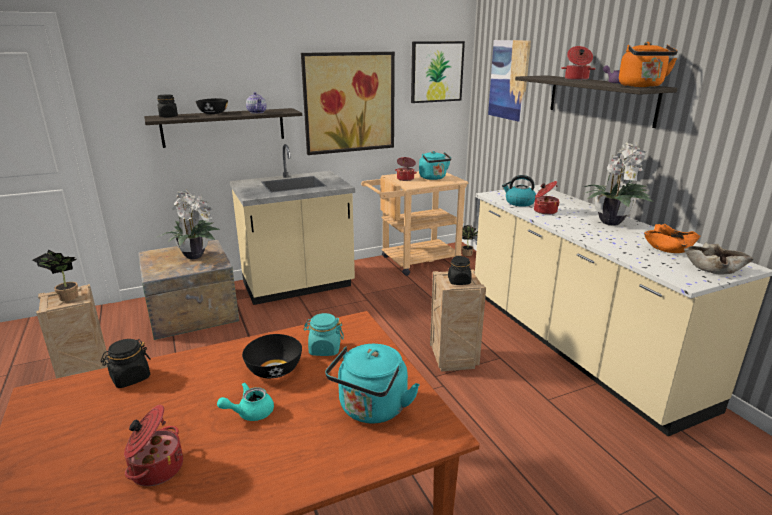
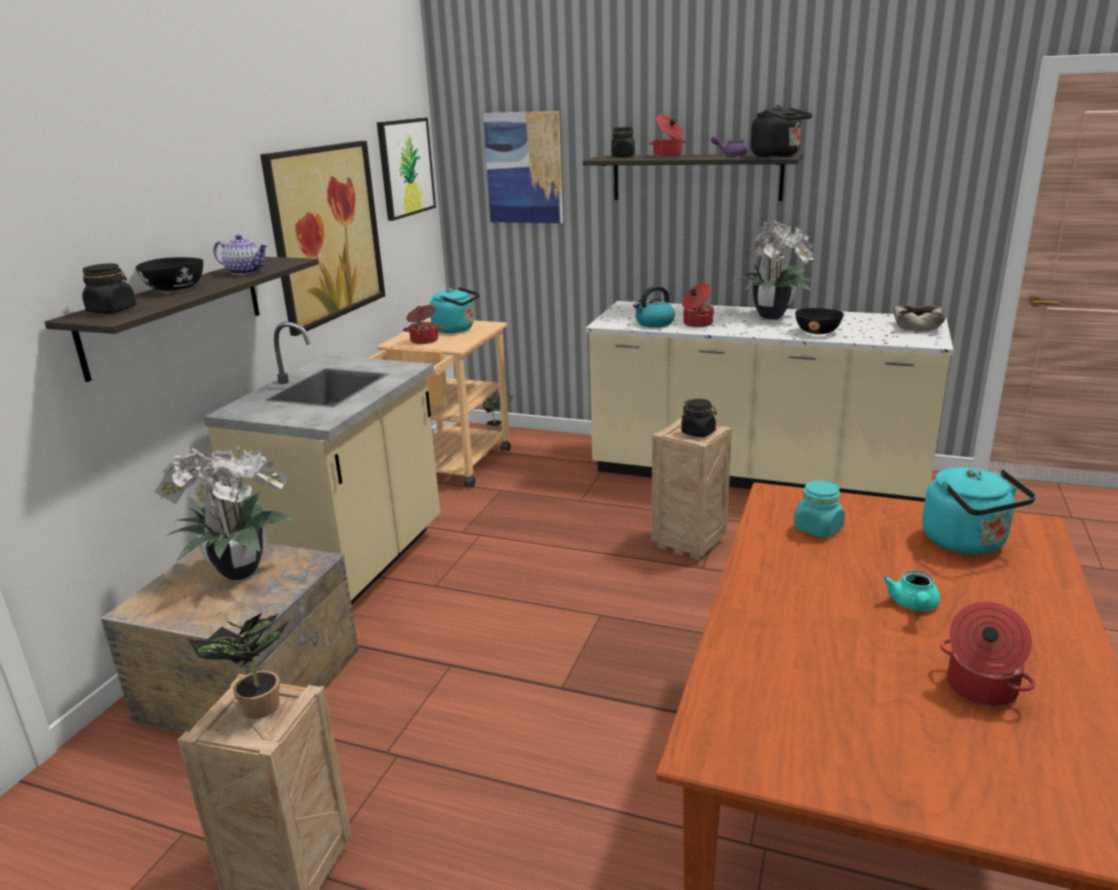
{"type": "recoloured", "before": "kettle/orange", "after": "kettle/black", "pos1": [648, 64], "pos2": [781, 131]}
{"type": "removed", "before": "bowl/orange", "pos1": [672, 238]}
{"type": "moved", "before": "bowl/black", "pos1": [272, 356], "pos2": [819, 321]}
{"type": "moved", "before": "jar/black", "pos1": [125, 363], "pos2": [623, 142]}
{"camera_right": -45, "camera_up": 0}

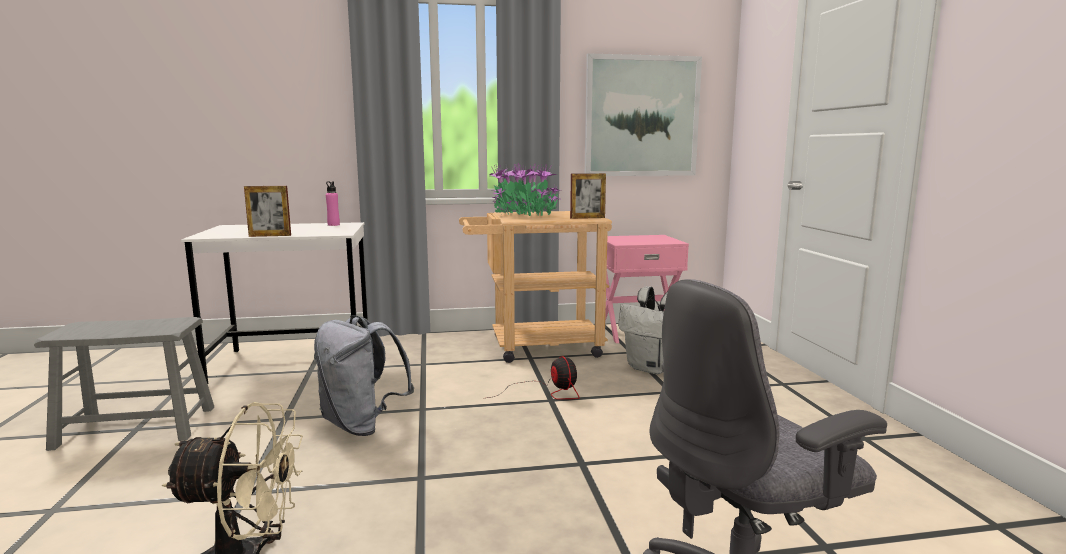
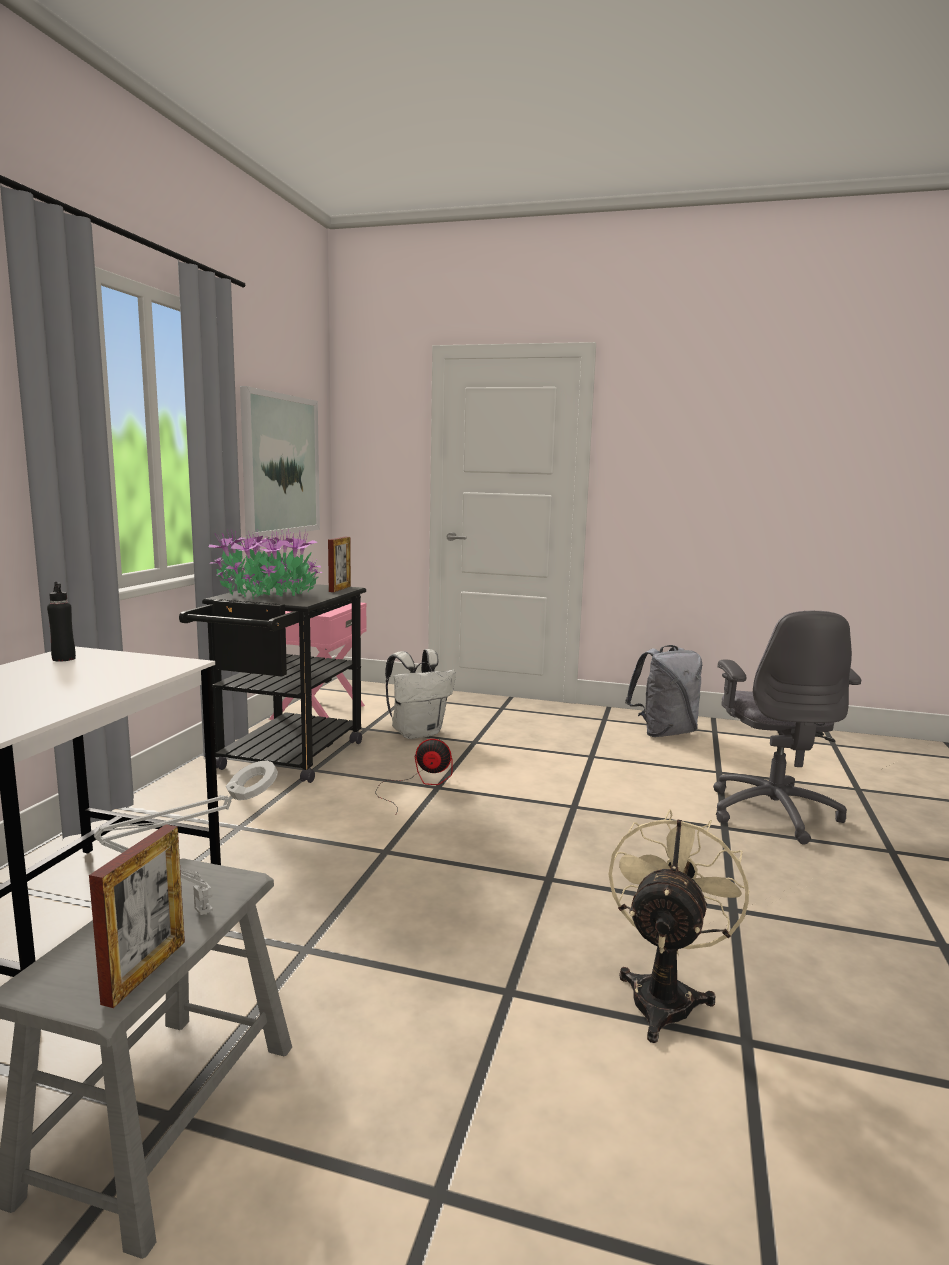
{"type": "recoloured", "before": "bottle/pink", "after": "bottle/black", "pos1": [333, 203], "pos2": [61, 622]}
{"type": "moved", "before": "picture frame", "pos1": [267, 211], "pos2": [137, 916]}
{"type": "recoloured", "before": "cart/beige", "after": "cart/black", "pos1": [535, 287], "pos2": [272, 682]}
{"type": "moved", "before": "backpack/grey", "pos1": [364, 375], "pos2": [663, 691]}
{"type": "added", "after": "table lamp/grey", "pos2": [186, 837]}
{"camera_right": -65, "camera_up": 0}

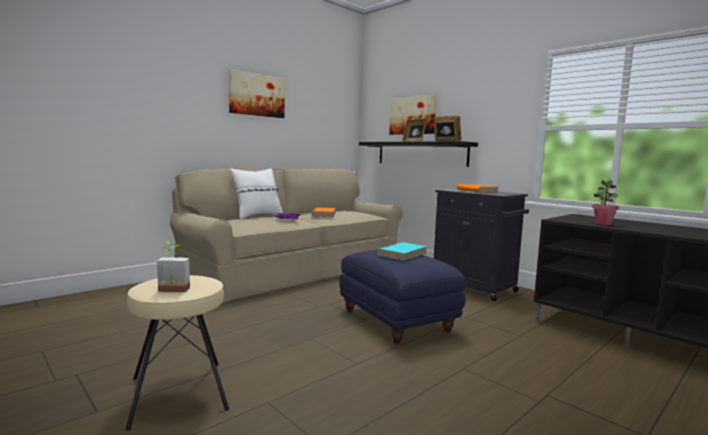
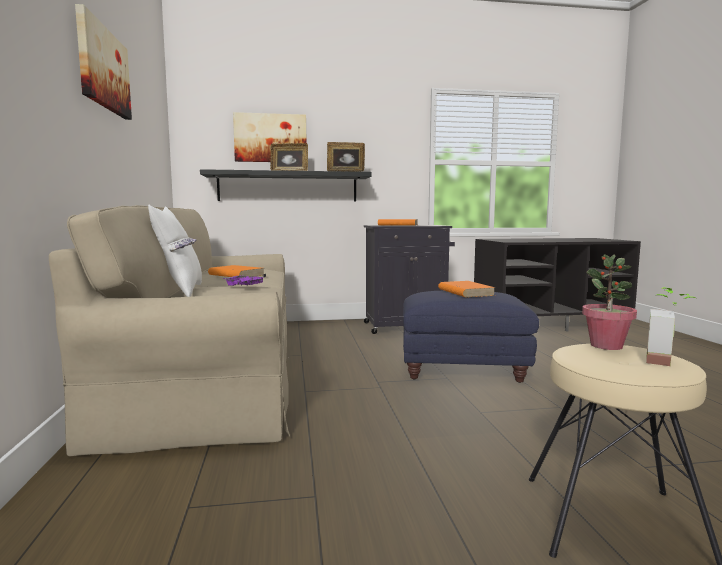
{"type": "moved", "before": "potted plant", "pos1": [605, 202], "pos2": [609, 302]}
{"type": "recoloured", "before": "book/turquoise", "after": "book/orange", "pos1": [402, 251], "pos2": [466, 289]}
{"camera_right": -55, "camera_up": 0}

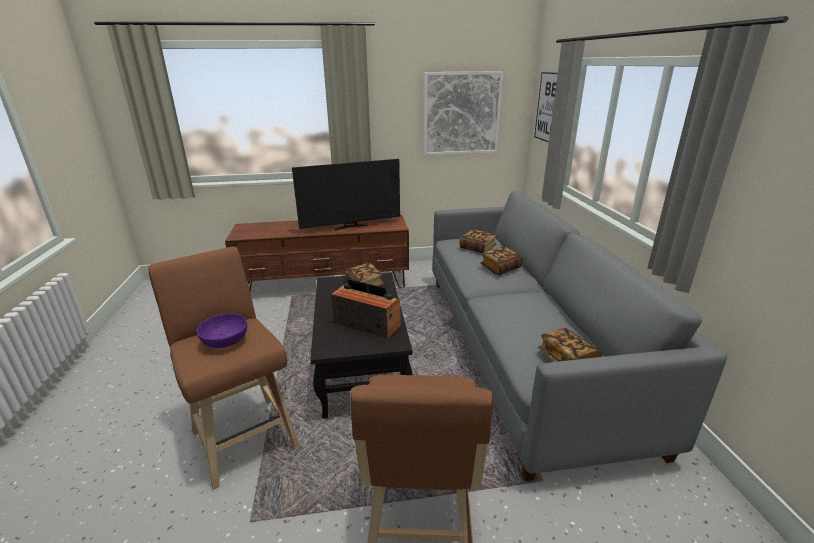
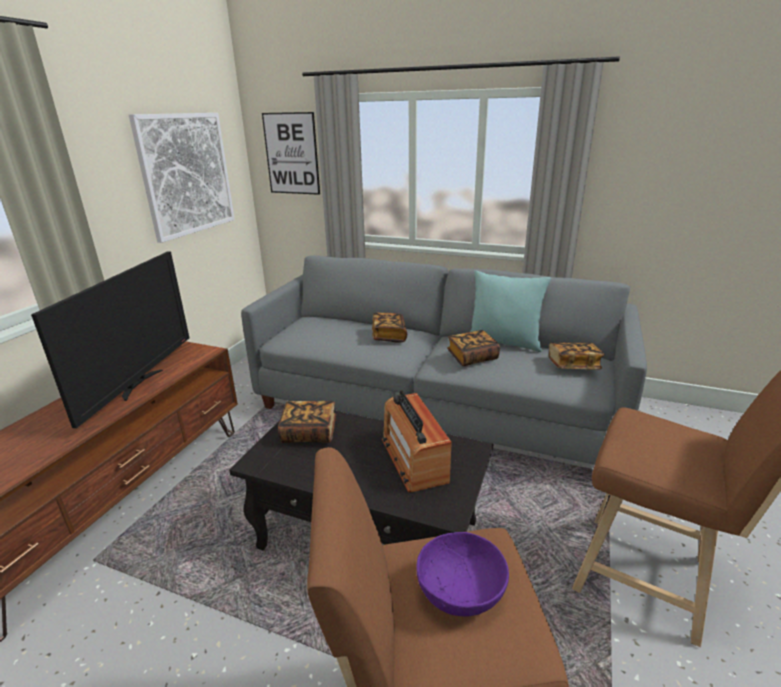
{"type": "moved", "before": "book", "pos1": [478, 241], "pos2": [473, 348]}
{"type": "turned", "before": "radio", "pos1": [366, 309], "pos2": [417, 441], "turn": -75}
{"type": "added", "after": "pillow/turquoise", "pos2": [510, 311]}
{"camera_right": -60, "camera_up": 0}

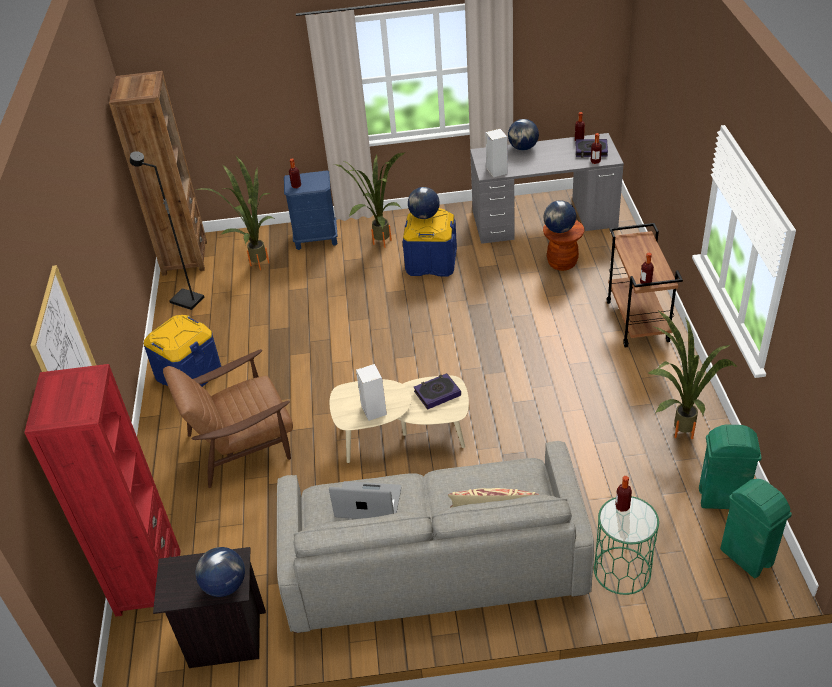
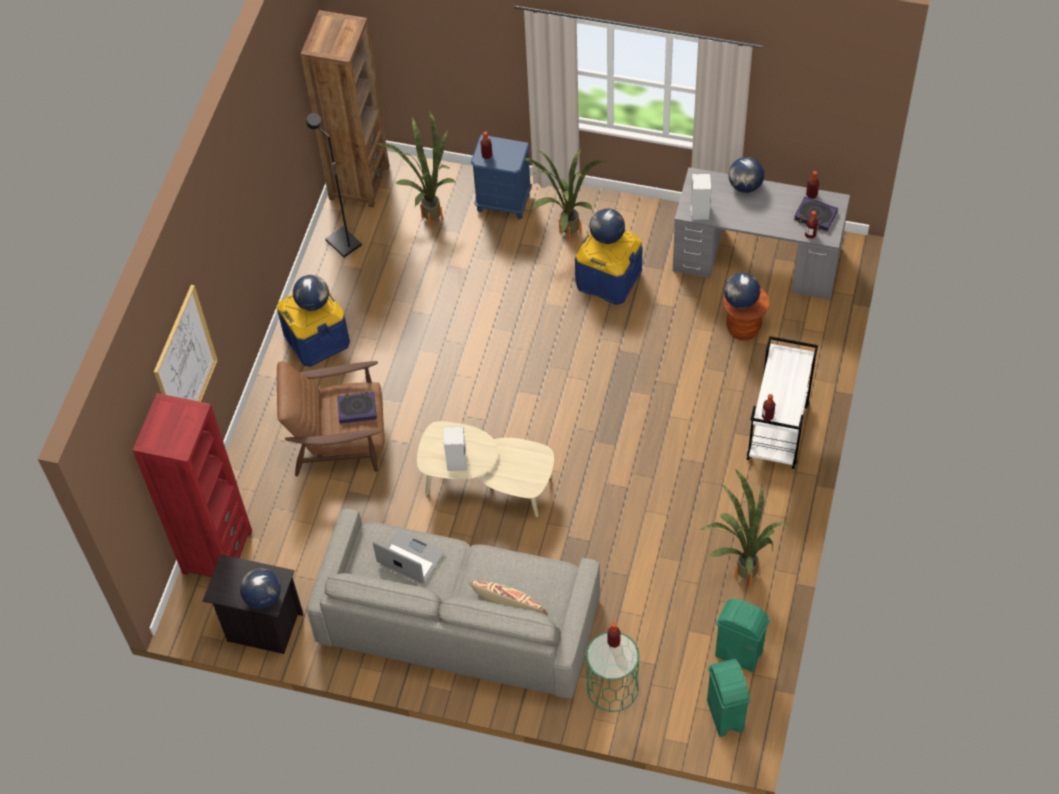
{"type": "recoloured", "before": "cart/brown", "after": "cart/white", "pos1": [644, 285], "pos2": [782, 402]}
{"type": "moved", "before": "book", "pos1": [437, 391], "pos2": [357, 408]}
{"type": "added", "after": "globe", "pos2": [311, 293]}
{"camera_right": 20, "camera_up": 15}

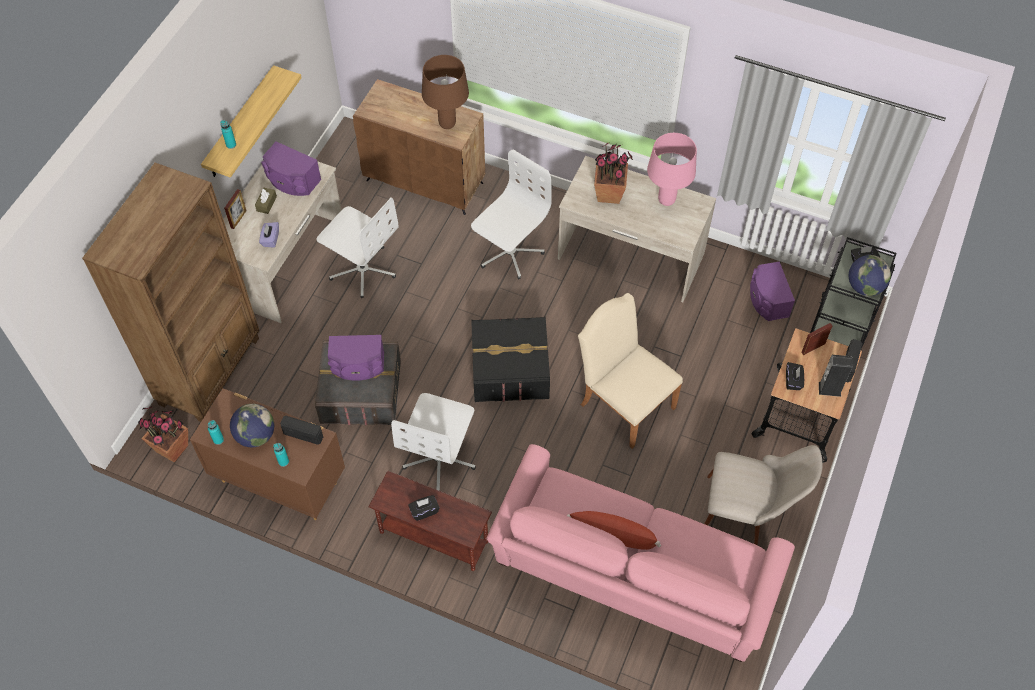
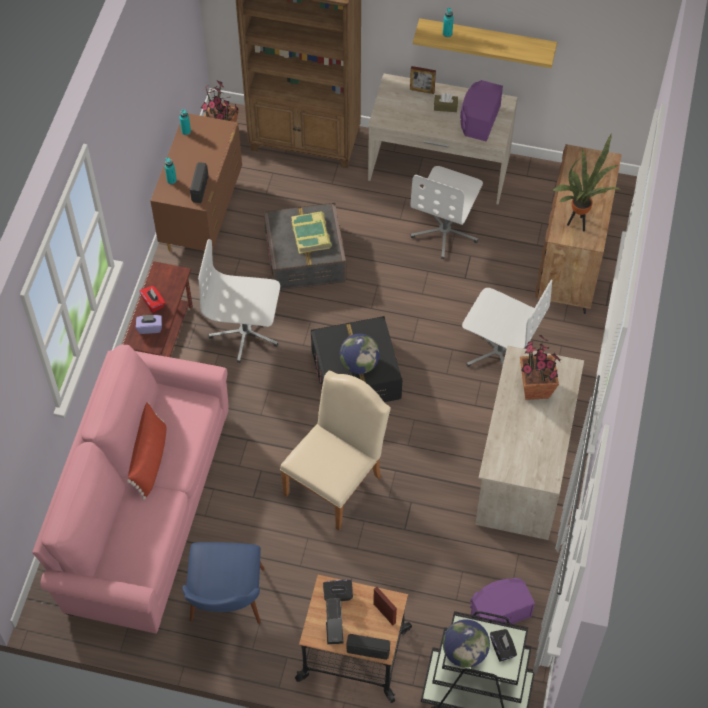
{"type": "replaced", "before": "table lamp/brown", "after": "potted plant", "pos1": [445, 92], "pos2": [586, 182]}
{"type": "removed", "before": "table lamp/pink", "pos1": [672, 169]}
{"type": "moved", "before": "tissue box/purple", "pos1": [269, 235], "pos2": [149, 324]}
{"type": "replaced", "before": "speaker/purple", "after": "book", "pos1": [356, 358], "pos2": [311, 232]}
{"type": "moved", "before": "globe", "pos1": [252, 425], "pos2": [360, 354]}
{"type": "recoloured", "before": "chair/beige", "after": "chair/blue", "pos1": [763, 495], "pos2": [223, 583]}
{"type": "recoloured", "before": "tissue box/black", "after": "tissue box/red", "pos1": [424, 508], "pos2": [152, 299]}
{"camera_right": 80, "camera_up": 0}

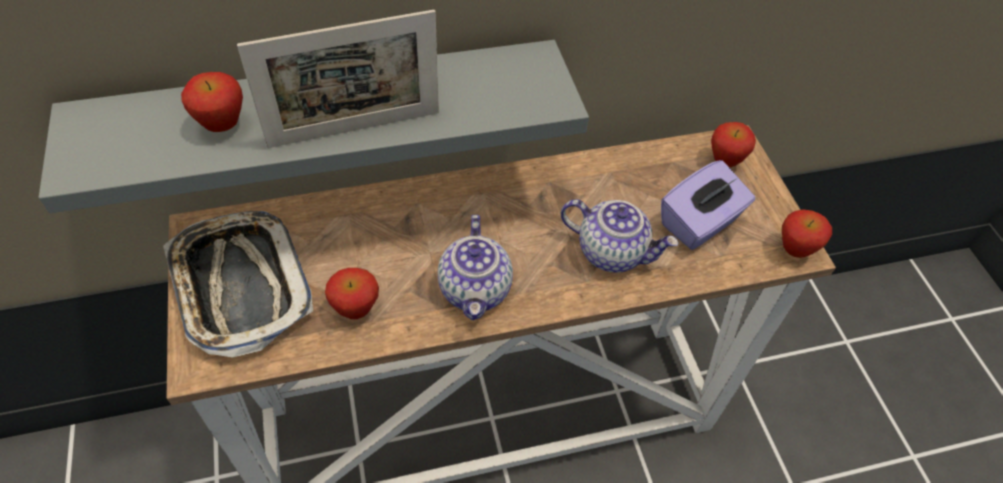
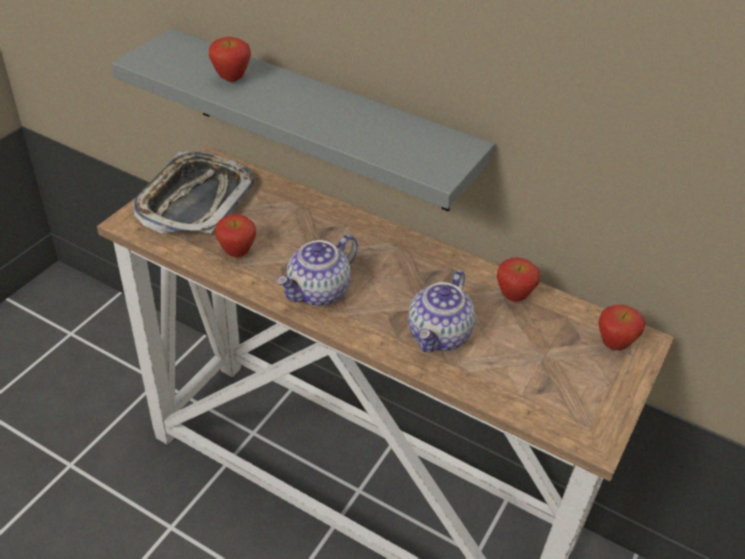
{"type": "removed", "before": "picture frame", "pos1": [338, 79]}
{"type": "removed", "before": "tissue box/purple", "pos1": [708, 205]}
{"type": "turned", "before": "teapot", "pos1": [620, 236], "pos2": [441, 311], "turn": 45}
{"type": "moved", "before": "apple", "pos1": [807, 233], "pos2": [518, 280]}
{"camera_right": 45, "camera_up": -10}

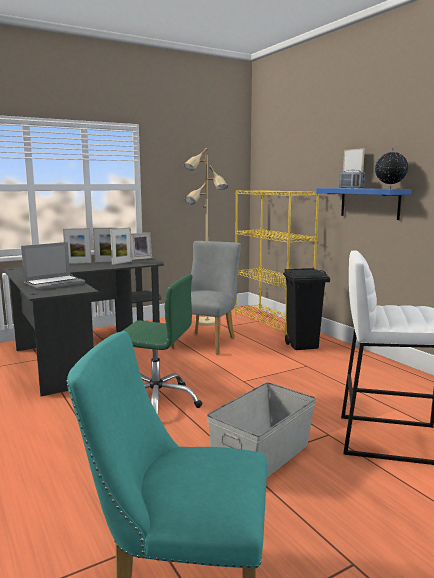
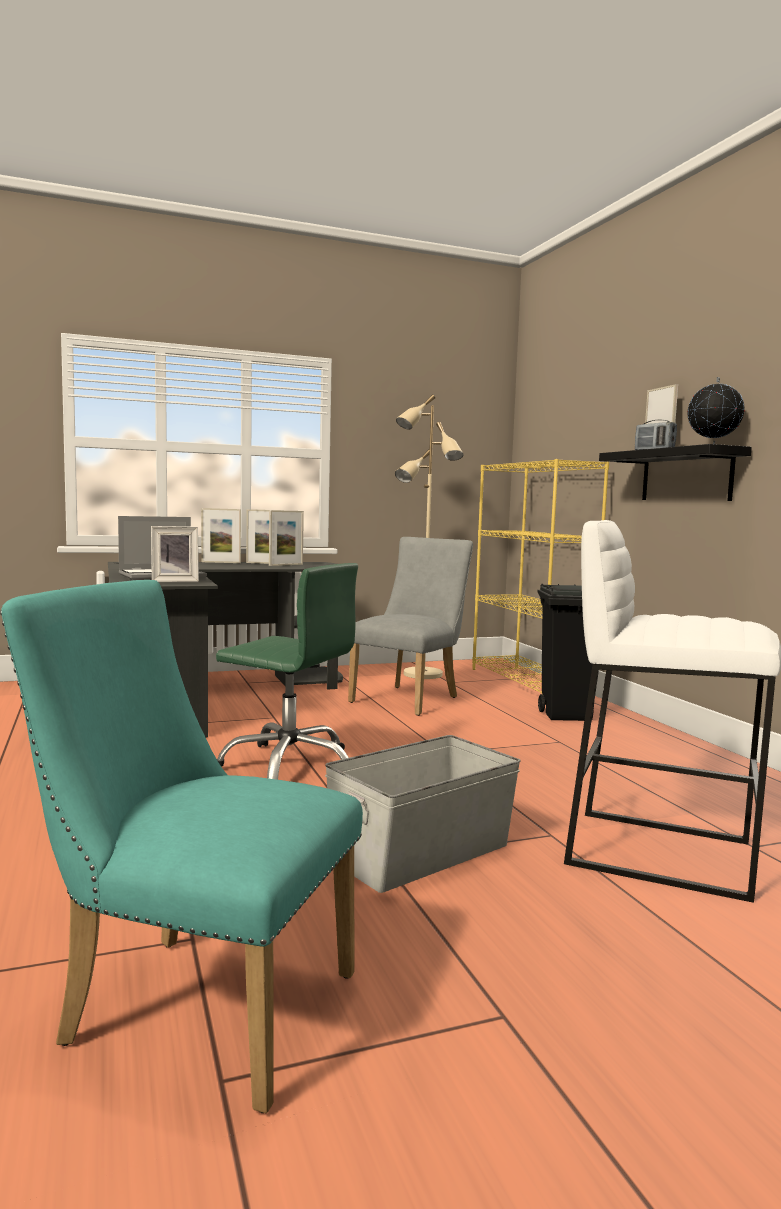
{"type": "recoloured", "before": "shelf/blue", "after": "shelf/black", "pos1": [364, 204], "pos2": [675, 472]}
{"type": "moved", "before": "picture frame", "pos1": [141, 246], "pos2": [175, 554]}
{"camera_right": 10, "camera_up": -5}

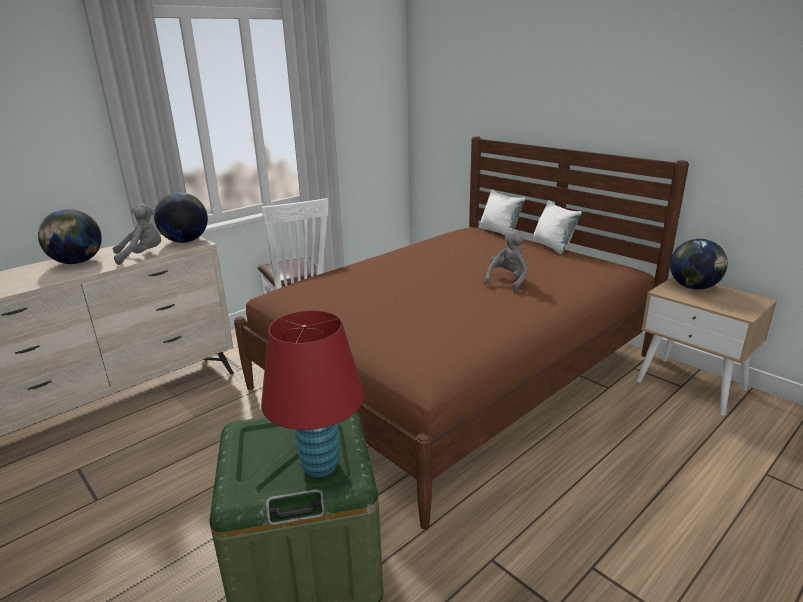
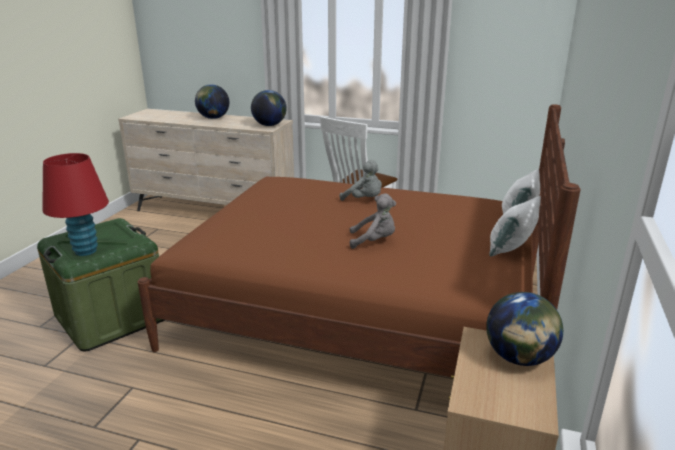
{"type": "moved", "before": "plush toy/grey", "pos1": [137, 234], "pos2": [361, 180]}
{"camera_right": 60, "camera_up": 0}

